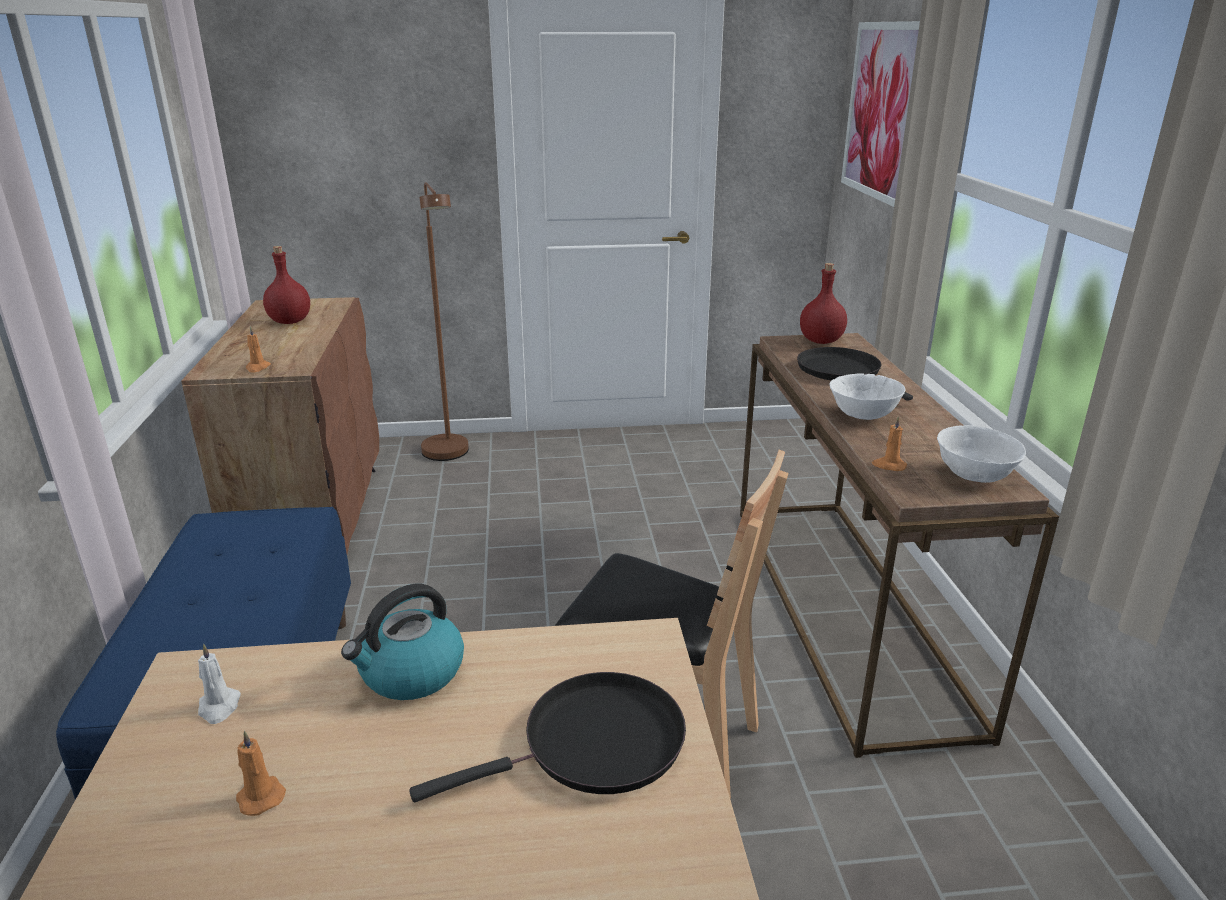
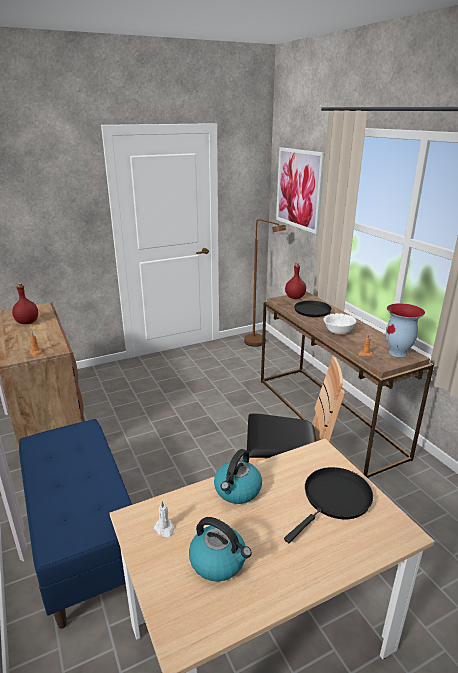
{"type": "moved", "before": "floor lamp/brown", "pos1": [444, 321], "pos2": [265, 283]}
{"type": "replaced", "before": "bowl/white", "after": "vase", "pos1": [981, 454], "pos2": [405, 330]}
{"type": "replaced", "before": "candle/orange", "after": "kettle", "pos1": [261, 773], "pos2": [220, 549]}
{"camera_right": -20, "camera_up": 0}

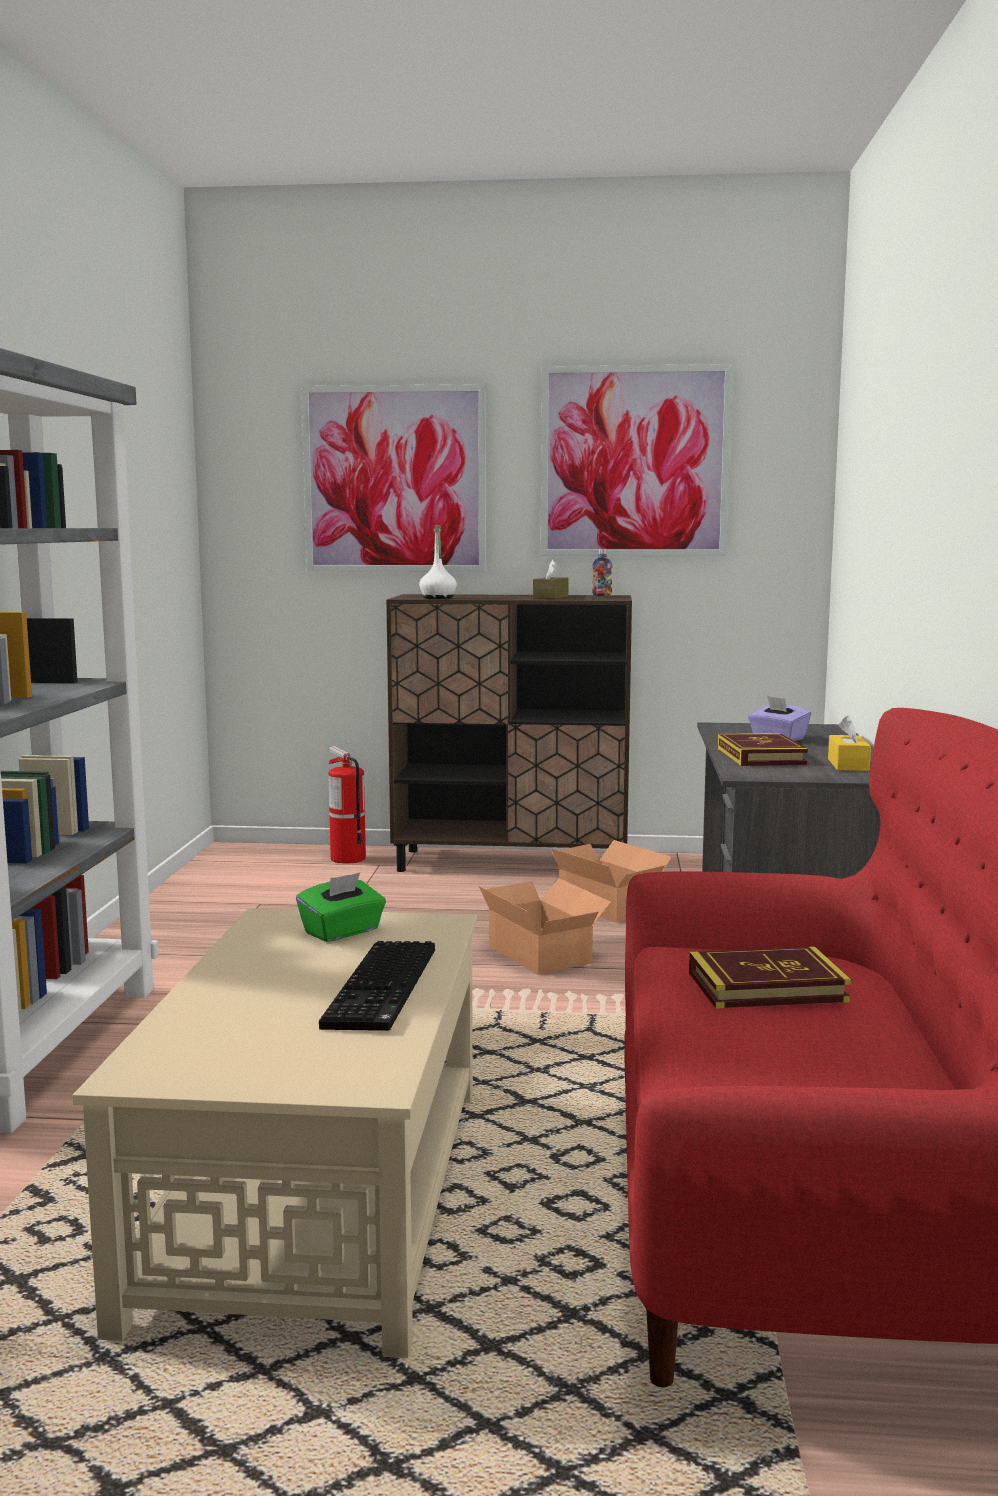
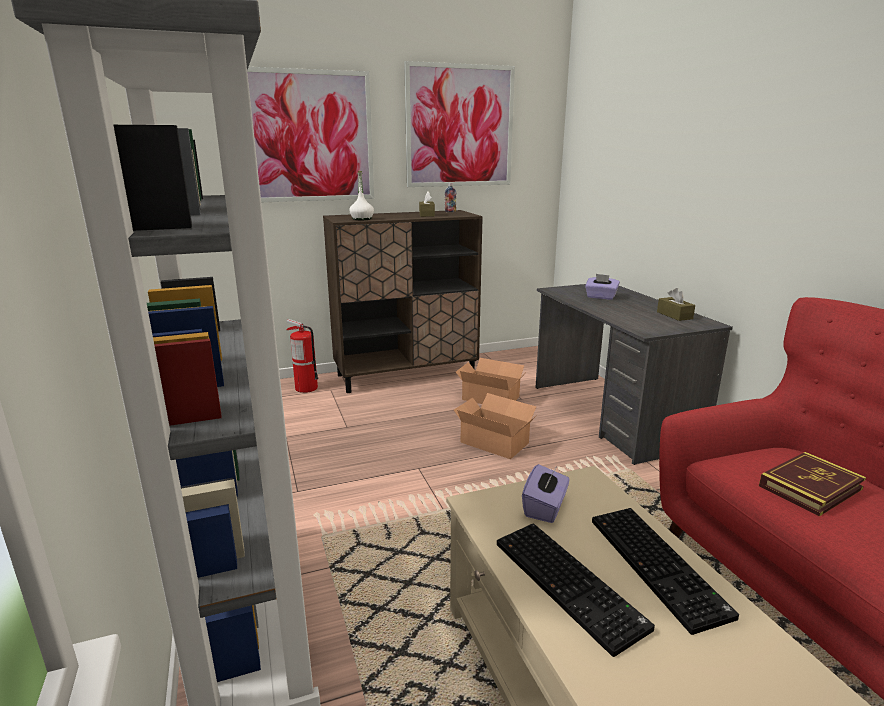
{"type": "recoloured", "before": "tissue box/yellow", "after": "tissue box/brown", "pos1": [849, 743], "pos2": [676, 304]}
{"type": "removed", "before": "book", "pos1": [763, 749]}
{"type": "recoloured", "before": "tissue box/green", "after": "tissue box/purple", "pos1": [341, 907], "pos2": [546, 493]}
{"type": "added", "after": "keyboard", "pos2": [576, 590]}
{"camera_right": -25, "camera_up": 10}

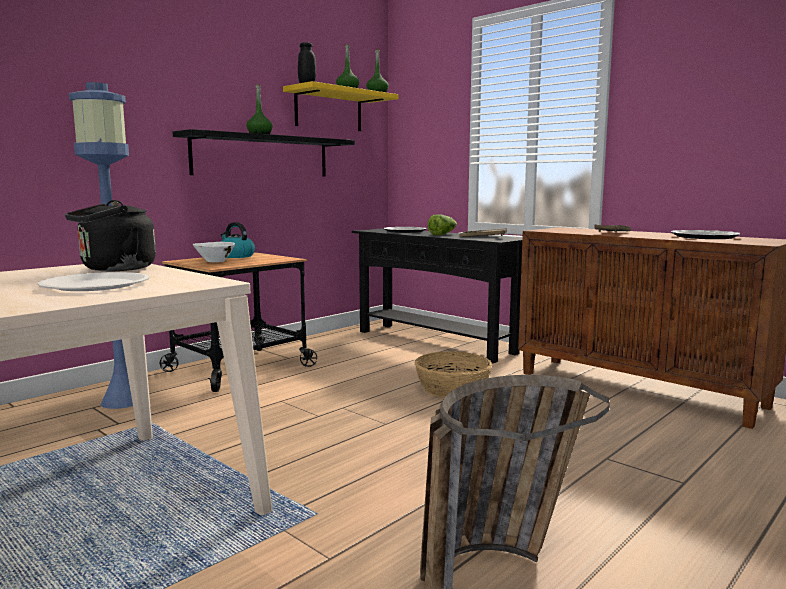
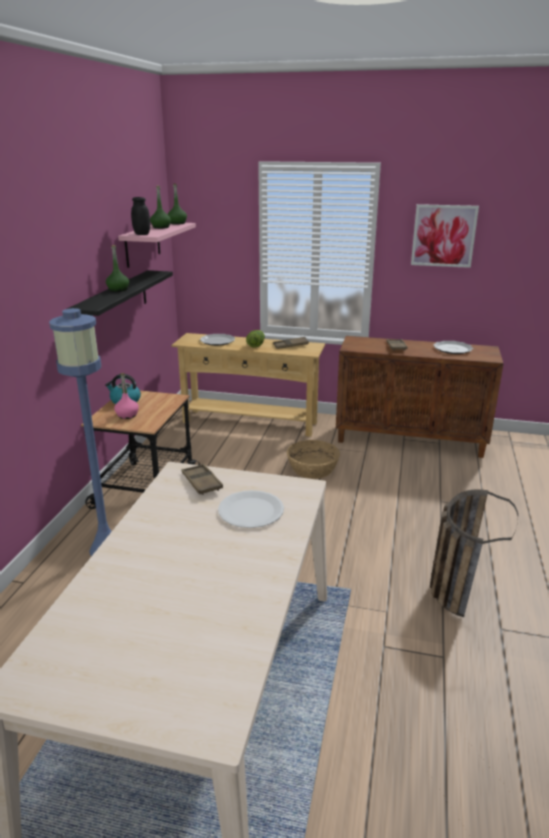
{"type": "recoloured", "before": "shelf/yellow", "after": "shelf/pink", "pos1": [340, 106], "pos2": [157, 245]}
{"type": "replaced", "before": "kettle/black", "after": "tray/brown", "pos1": [110, 235], "pos2": [202, 479]}
{"type": "recoloured", "before": "console table/black", "after": "console table/beige", "pos1": [437, 295], "pos2": [248, 385]}
{"type": "replaced", "before": "bowl/white", "after": "bottle/pink", "pos1": [214, 252], "pos2": [126, 396]}
{"type": "added", "after": "picture", "pos2": [445, 236]}
{"camera_right": -30, "camera_up": 15}

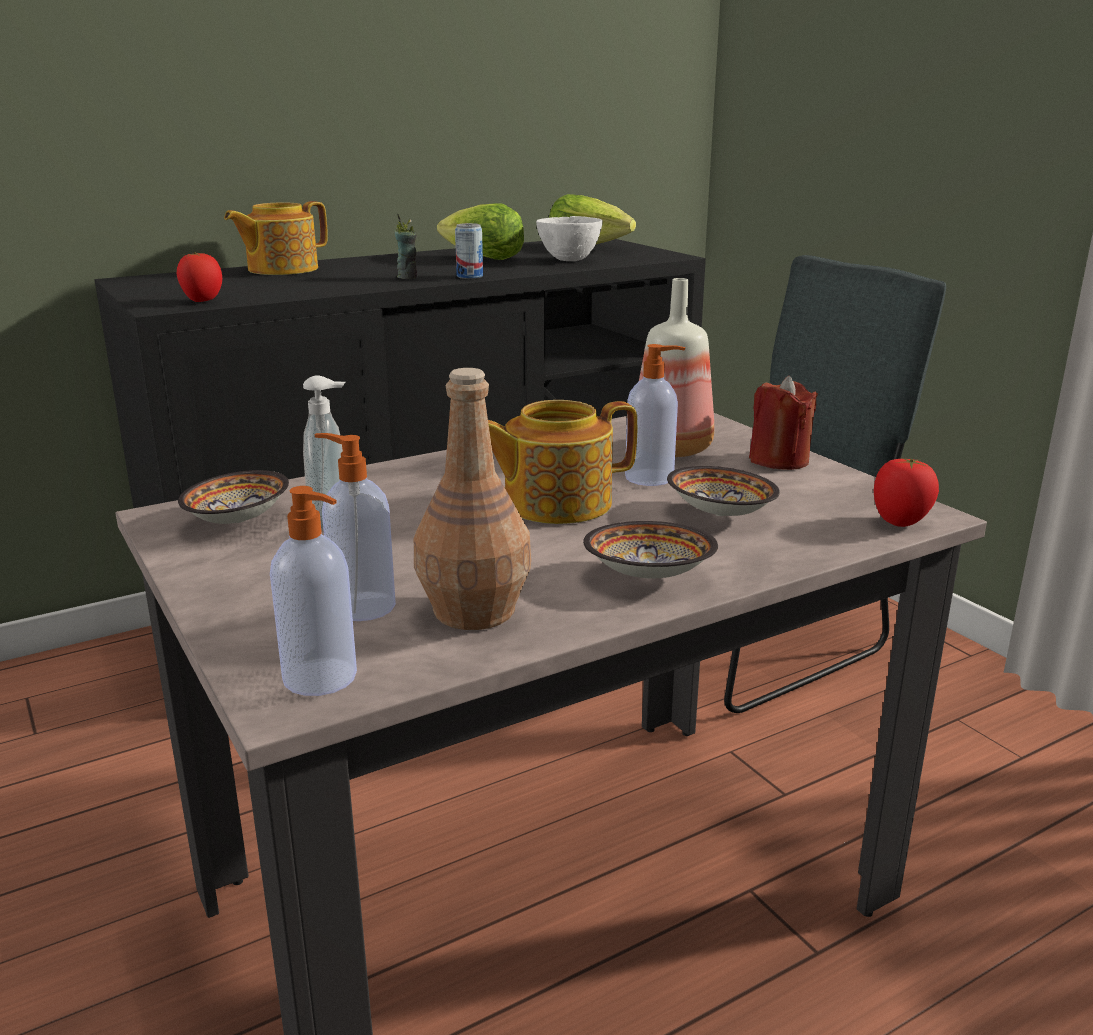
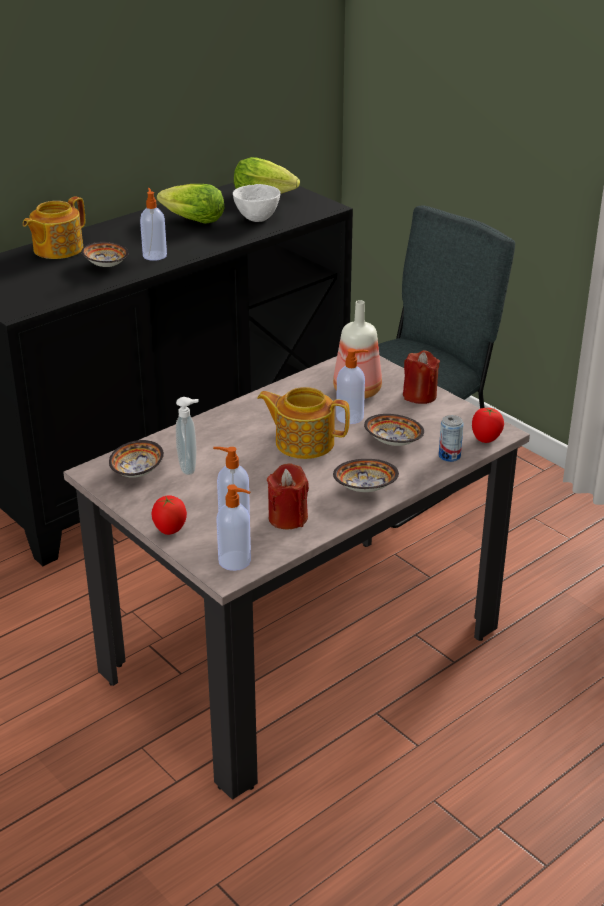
{"type": "replaced", "before": "cup", "after": "soap dispenser", "pos1": [405, 246], "pos2": [153, 224]}
{"type": "moved", "before": "can", "pos1": [469, 251], "pos2": [451, 438]}
{"type": "moved", "before": "tomato", "pos1": [199, 277], "pos2": [169, 515]}
{"type": "replaced", "before": "bottle/brown", "after": "candle/red", "pos1": [472, 499], "pos2": [288, 496]}
{"type": "turned", "before": "teapot", "pos1": [562, 462], "pos2": [303, 423], "turn": 45}
{"type": "added", "after": "bowl", "pos2": [104, 254]}
{"camera_right": -10, "camera_up": 10}

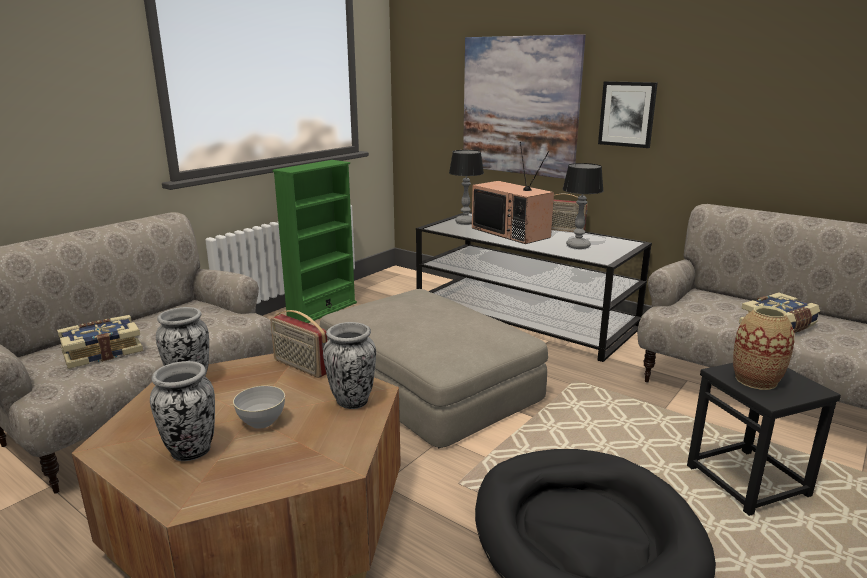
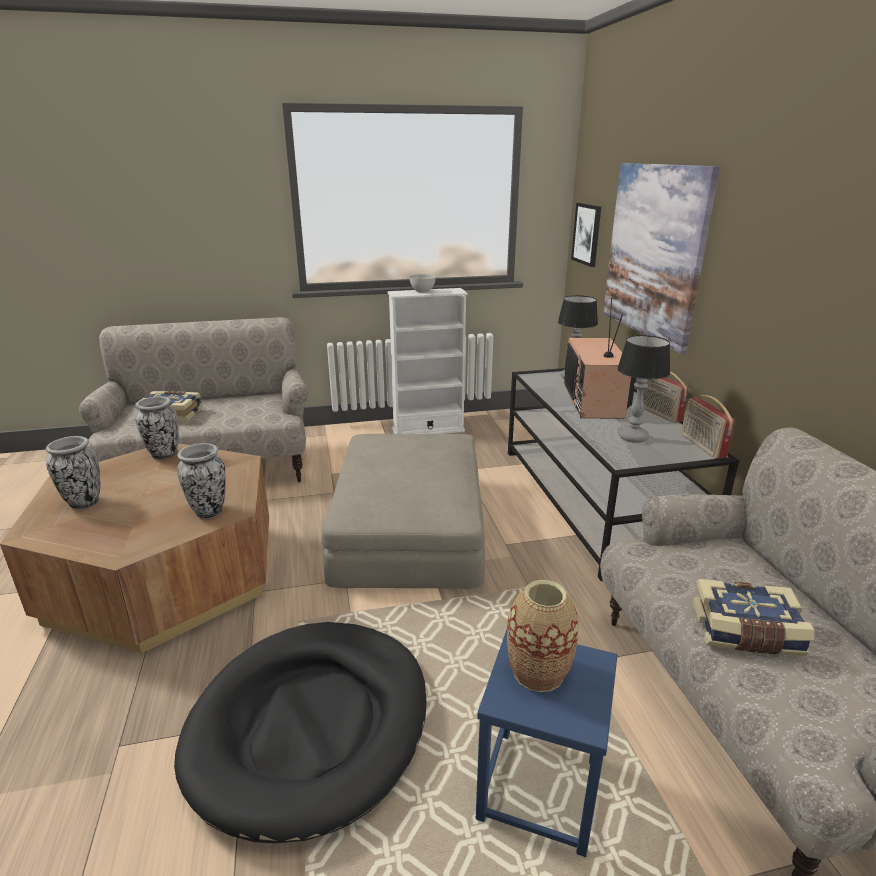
{"type": "moved", "before": "picture", "pos1": [628, 114], "pos2": [586, 235]}
{"type": "recoloured", "before": "bookcase/green", "after": "bookcase/white", "pos1": [315, 241], "pos2": [428, 361]}
{"type": "moved", "before": "radio", "pos1": [298, 344], "pos2": [708, 427]}
{"type": "recoloured", "before": "stool/black", "after": "stool/blue", "pos1": [764, 439], "pos2": [547, 743]}
{"type": "moved", "before": "bowl/grey", "pos1": [259, 407], "pos2": [422, 283]}
{"camera_right": 40, "camera_up": 5}

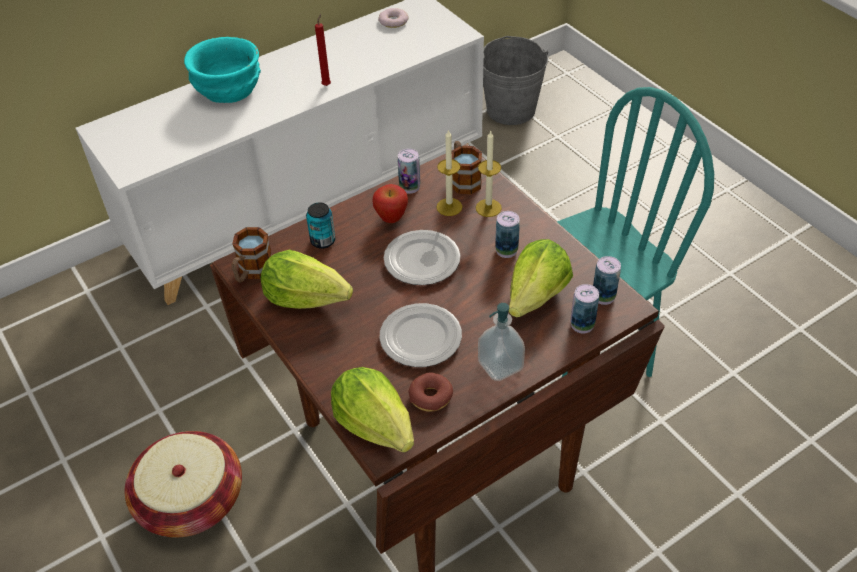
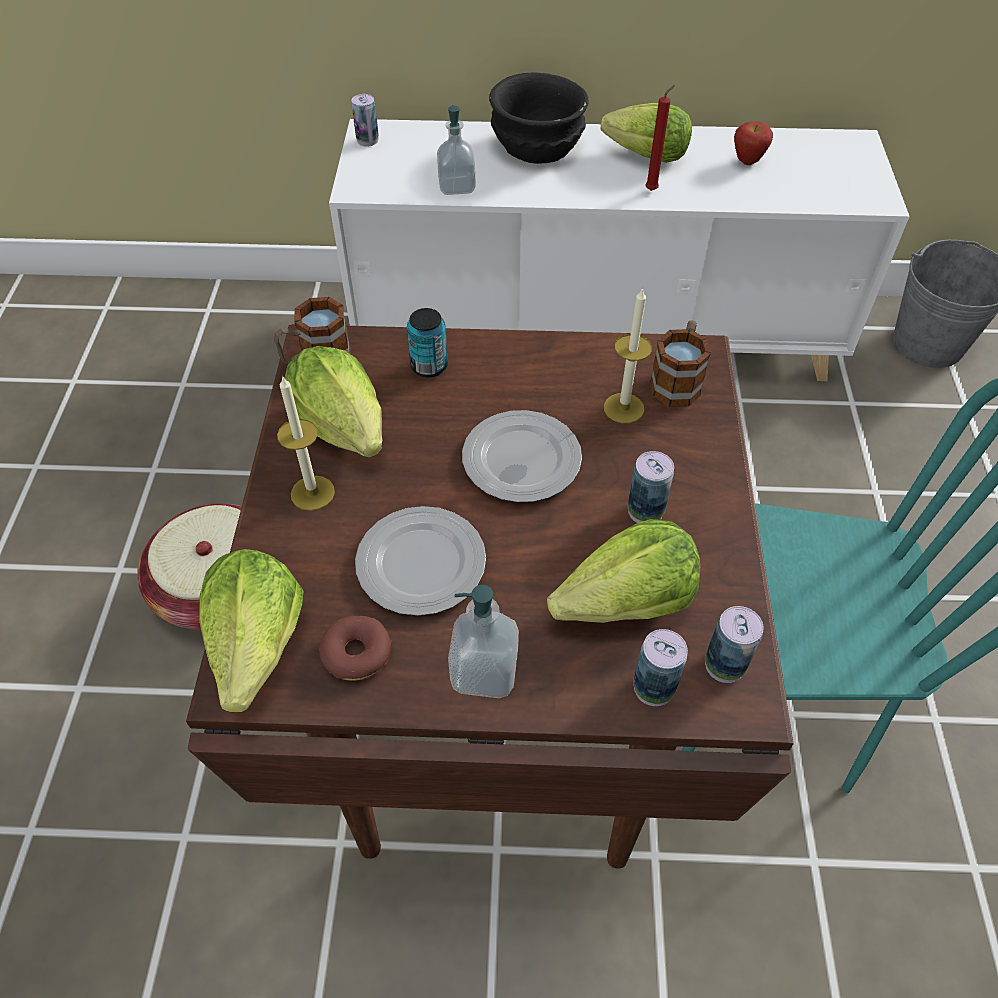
{"type": "removed", "before": "donut", "pos1": [393, 18]}
{"type": "recoloured", "before": "bowl/turquoise", "after": "bowl/black", "pos1": [222, 70], "pos2": [539, 118]}
{"type": "moved", "before": "candle", "pos1": [489, 174], "pos2": [306, 443]}
{"type": "moved", "before": "can", "pos1": [408, 171], "pos2": [365, 120]}
{"type": "moved", "before": "apple", "pos1": [390, 203], "pos2": [753, 143]}
{"type": "added", "after": "lettuce", "pos2": [646, 133]}
{"type": "added", "after": "soap dispenser", "pos2": [456, 150]}
{"camera_right": 35, "camera_up": 5}

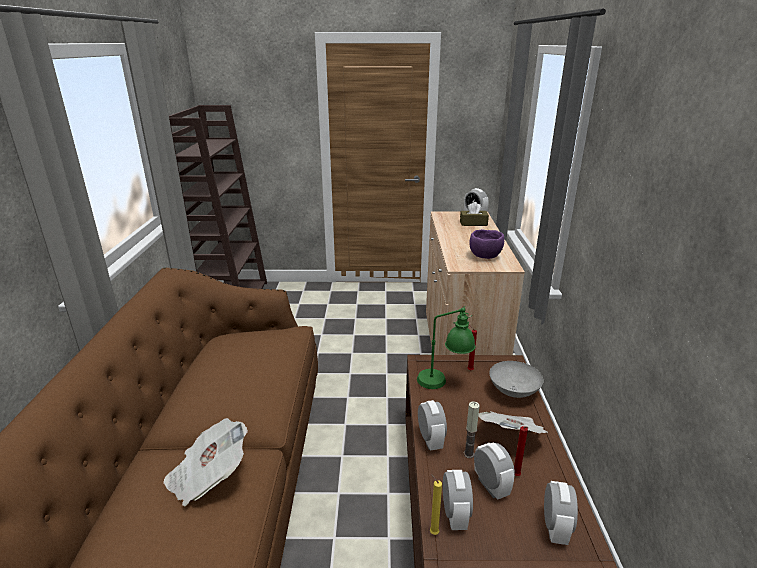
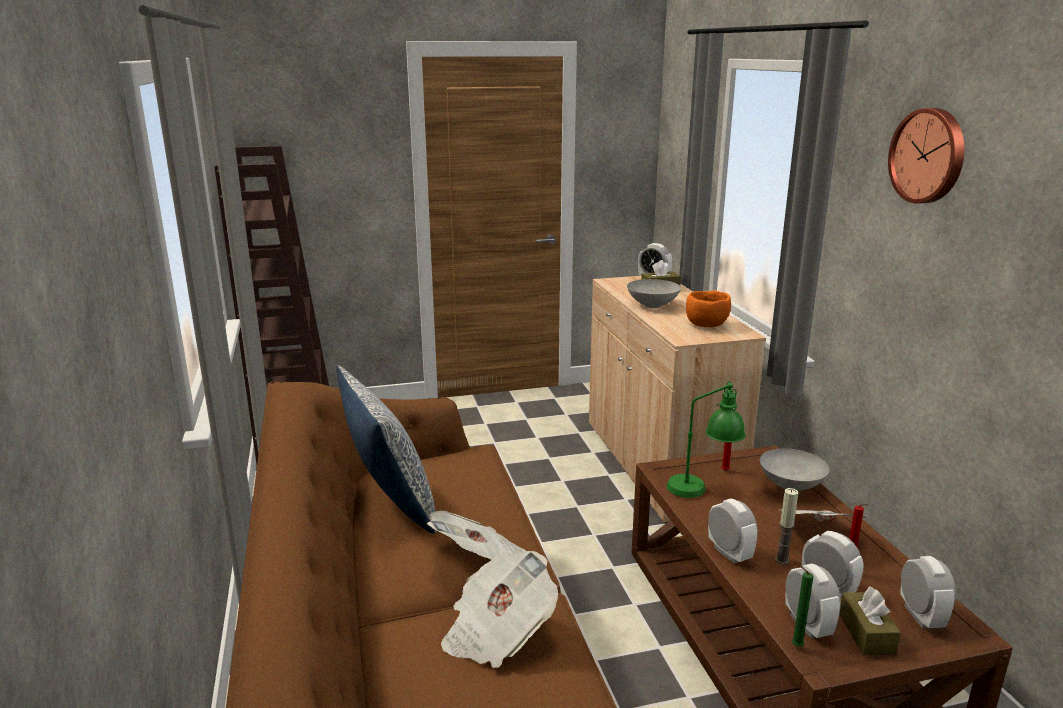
{"type": "recoloured", "before": "bowl/purple", "after": "bowl/orange", "pos1": [486, 244], "pos2": [708, 308]}
{"type": "recoloured", "before": "candle/yellow", "after": "candle/green", "pos1": [436, 504], "pos2": [802, 606]}
{"type": "added", "after": "wall clock", "pos2": [926, 156]}
{"type": "added", "after": "bowl/grey", "pos2": [654, 293]}
{"type": "added", "after": "pillow", "pos2": [386, 449]}
{"type": "added", "after": "newspaper", "pos2": [477, 535]}
{"type": "added", "after": "tissue box/brown", "pos2": [870, 620]}
{"camera_right": -15, "camera_up": -5}

